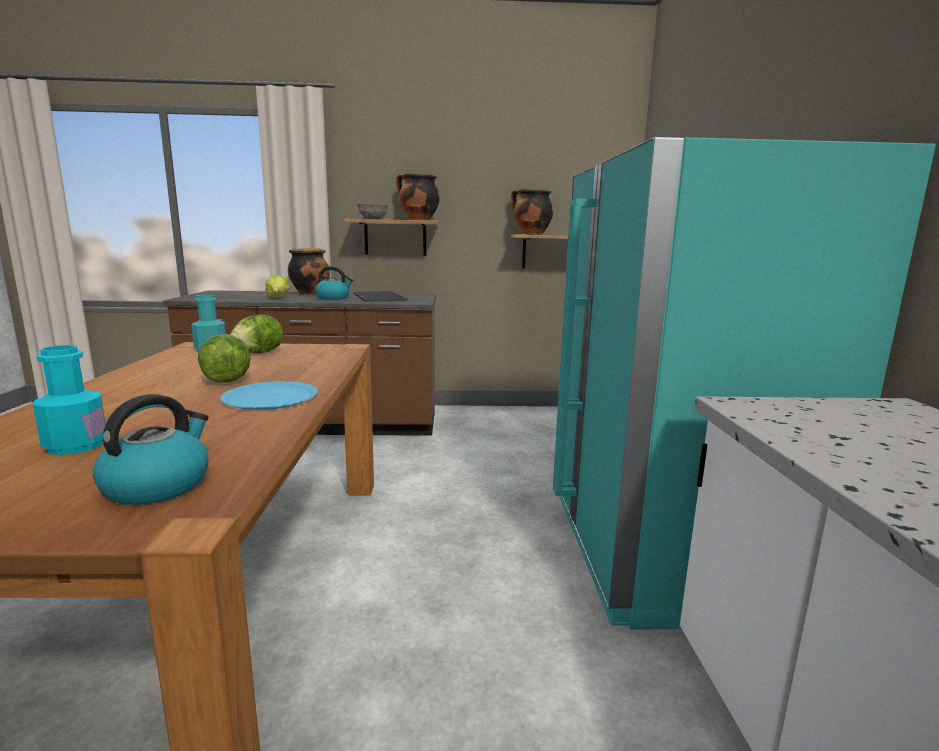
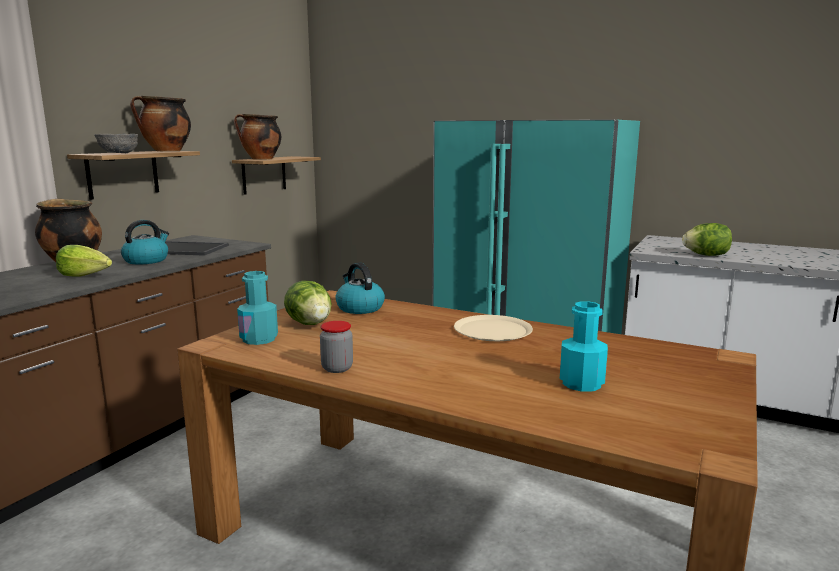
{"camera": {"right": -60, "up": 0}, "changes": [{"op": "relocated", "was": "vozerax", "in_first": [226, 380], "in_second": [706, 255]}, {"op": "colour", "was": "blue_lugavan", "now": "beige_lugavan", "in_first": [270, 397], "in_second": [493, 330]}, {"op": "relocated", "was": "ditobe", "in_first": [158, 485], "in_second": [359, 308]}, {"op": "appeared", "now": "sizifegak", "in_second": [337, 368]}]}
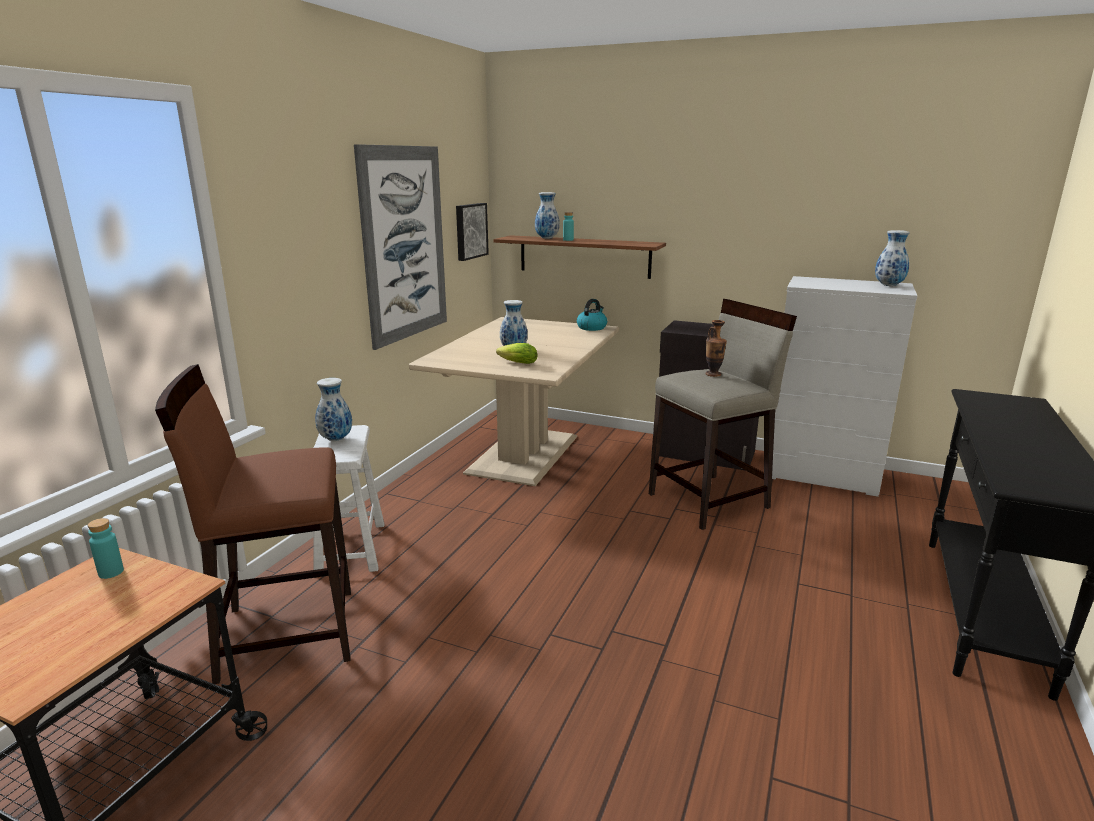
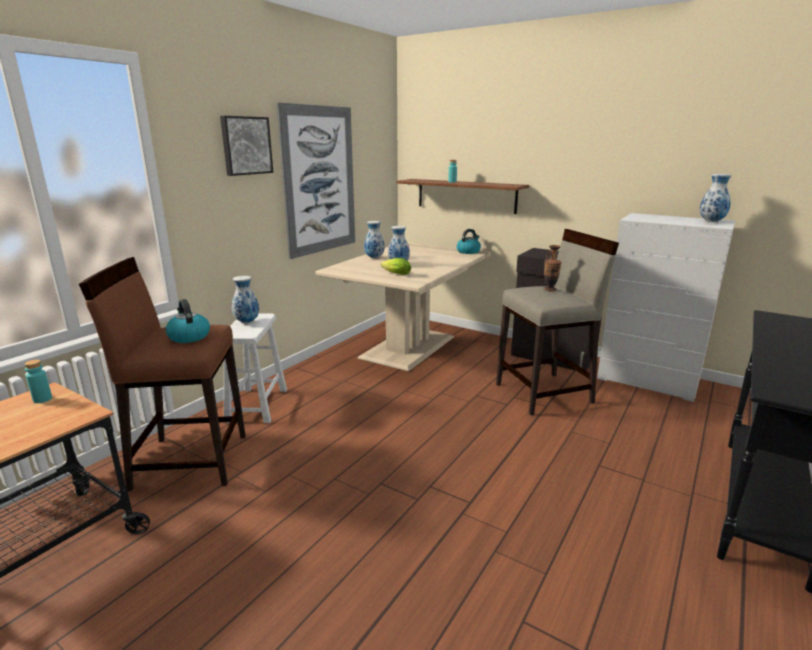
{"camera": {"right": 10, "up": 0}, "changes": [{"op": "relocated", "was": "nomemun", "in_first": [547, 238], "in_second": [375, 257]}, {"op": "relocated", "was": "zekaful", "in_first": [470, 231], "in_second": [246, 145]}, {"op": "appeared", "now": "ditobe", "in_second": [189, 336]}]}
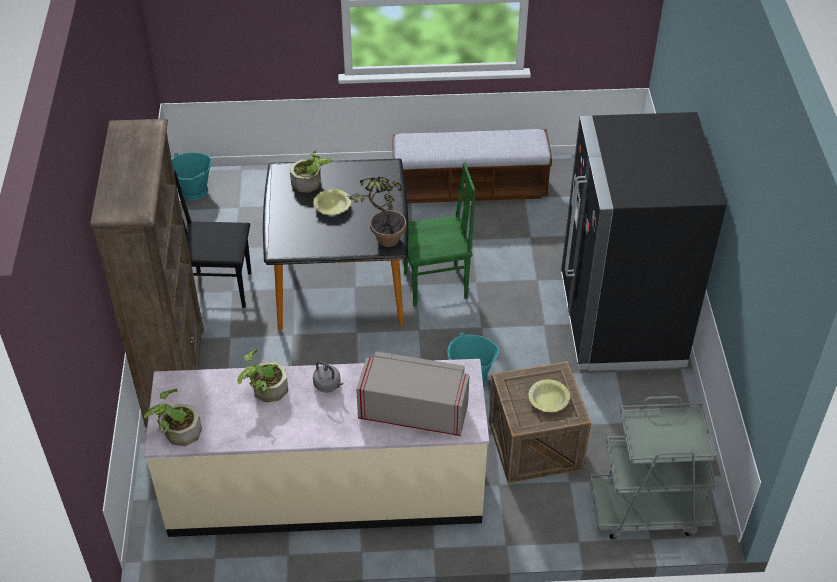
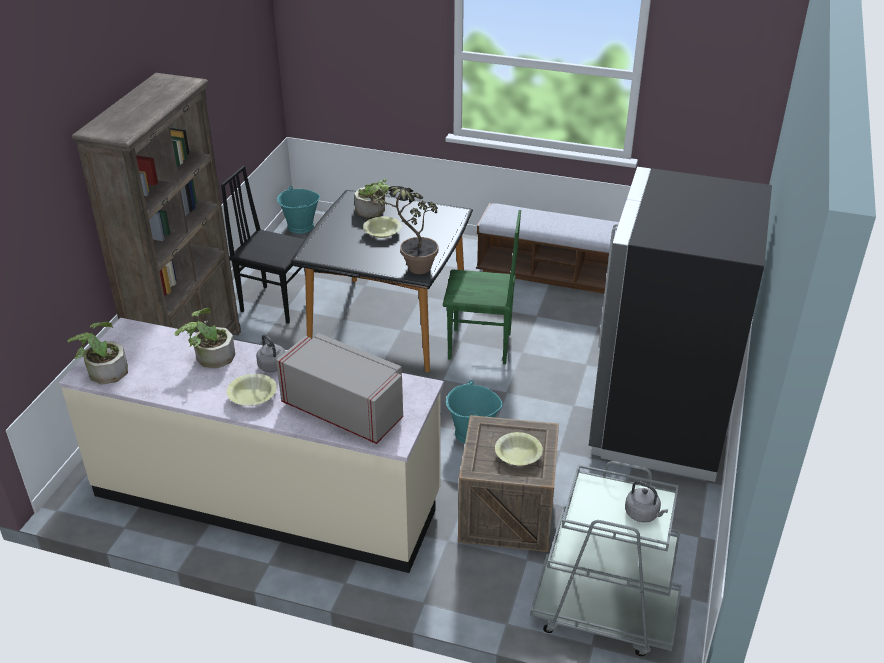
{"camera": {"right": 20, "up": -10}, "changes": [{"op": "appeared", "now": "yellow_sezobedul", "in_second": [253, 396]}, {"op": "appeared", "now": "grey_ditobe", "in_second": [643, 514]}]}
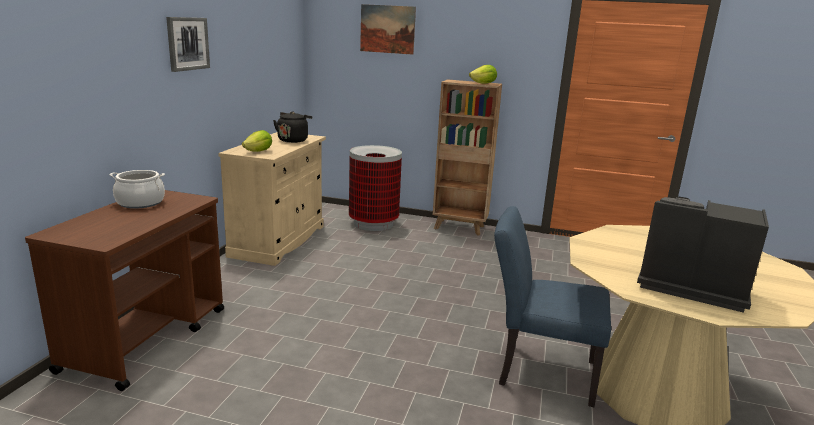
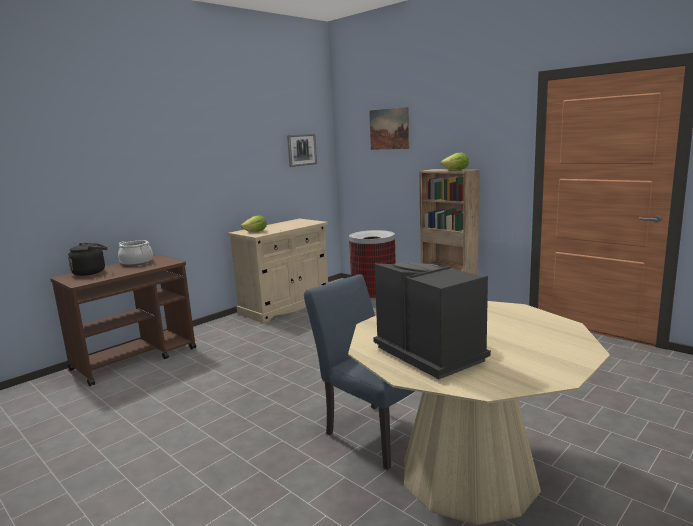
{"camera": {"right": 30, "up": -5}, "changes": [{"op": "relocated", "was": "zekaful", "in_first": [187, 43], "in_second": [301, 150]}, {"op": "relocated", "was": "black_ditobe", "in_first": [293, 140], "in_second": [91, 272]}]}
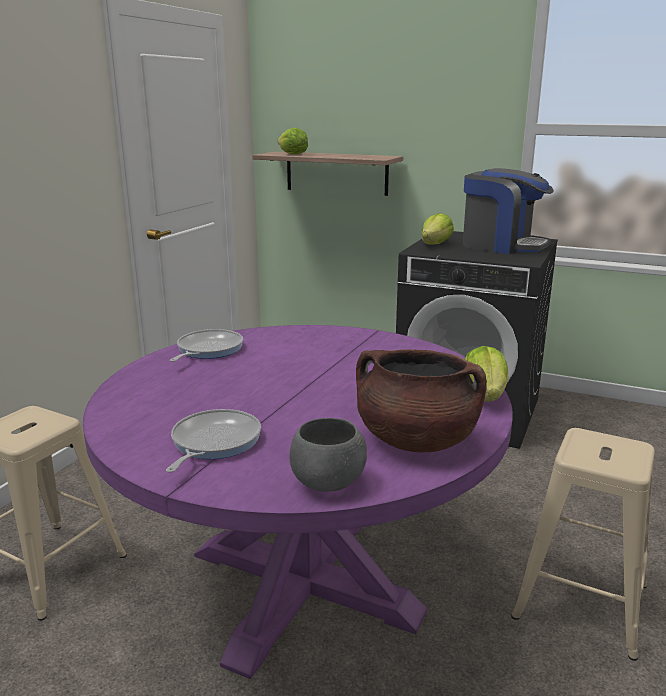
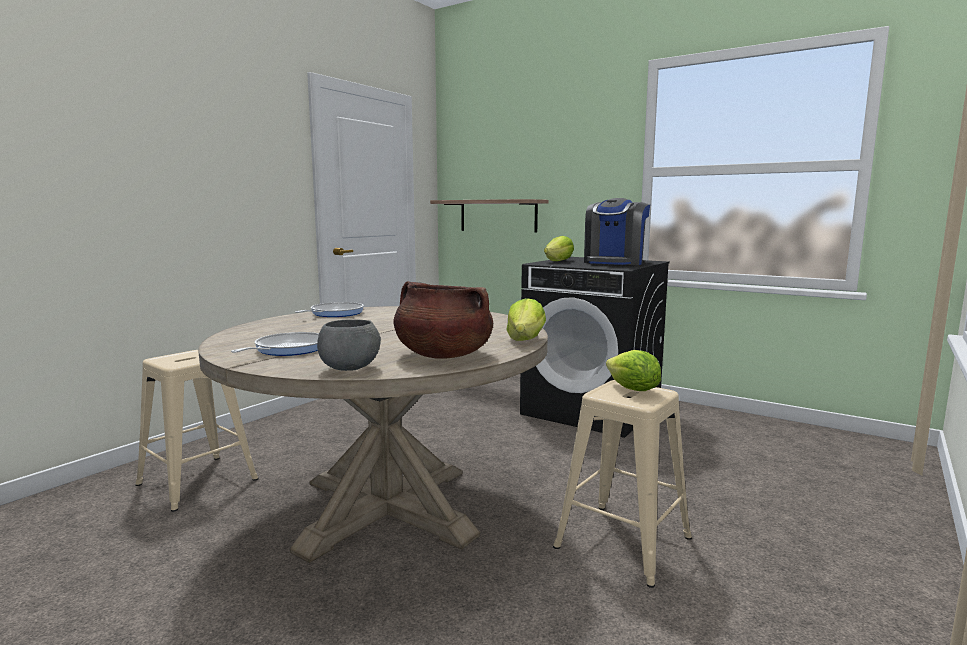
{"camera": {"right": 10, "up": -10}, "changes": [{"op": "relocated", "was": "vozerax", "in_first": [292, 154], "in_second": [632, 390]}, {"op": "spun", "was": "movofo", "in_first": [502, 246], "in_second": [614, 262], "clockwise": 75}, {"op": "colour", "was": "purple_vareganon", "now": "beige_vareganon", "in_first": [304, 582], "in_second": [387, 508]}]}
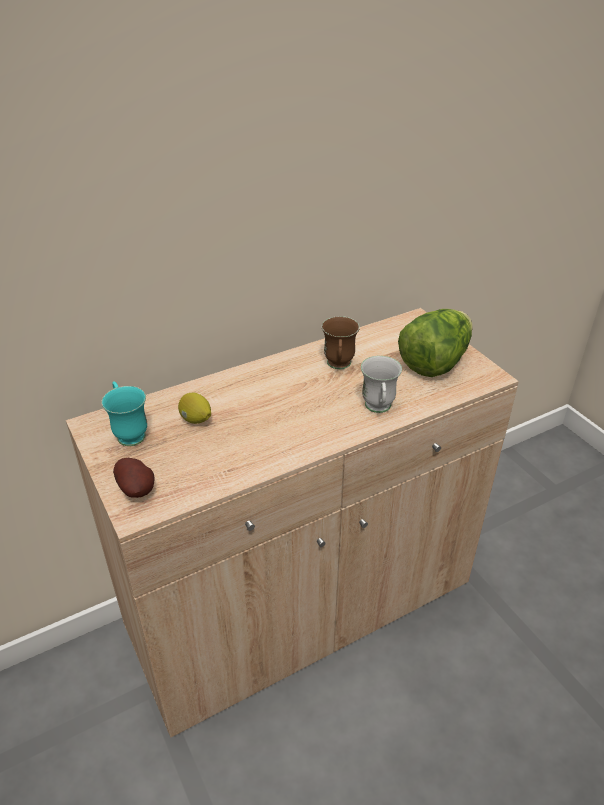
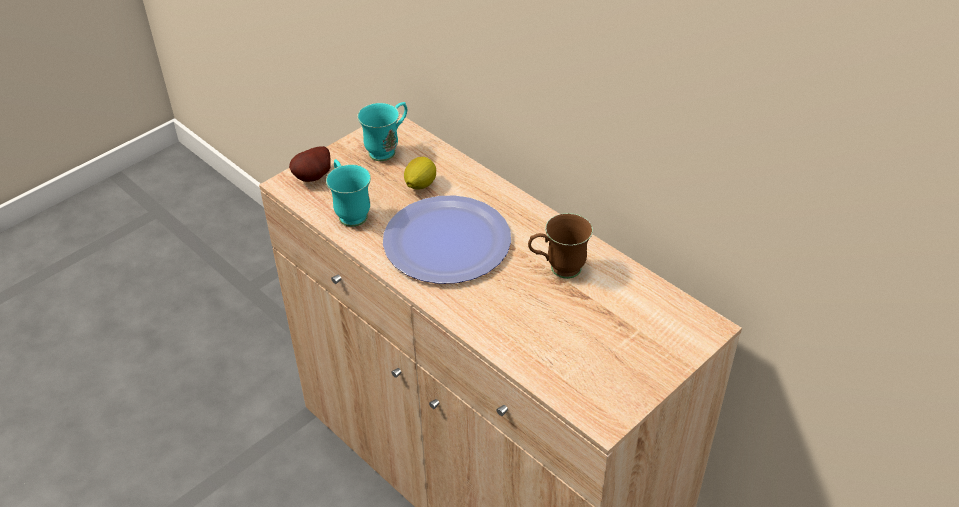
{"camera": {"right": 75, "up": 5}, "changes": [{"op": "missing", "was": "vozerax", "in_first": [435, 362]}, {"op": "missing", "was": "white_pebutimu", "in_first": [378, 409]}, {"op": "appeared", "now": "turquoise_pebutimu", "in_second": [350, 212]}, {"op": "appeared", "now": "lugavan", "in_second": [447, 241]}]}
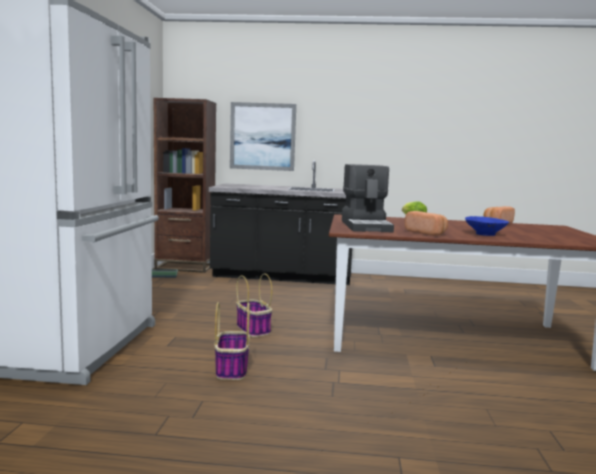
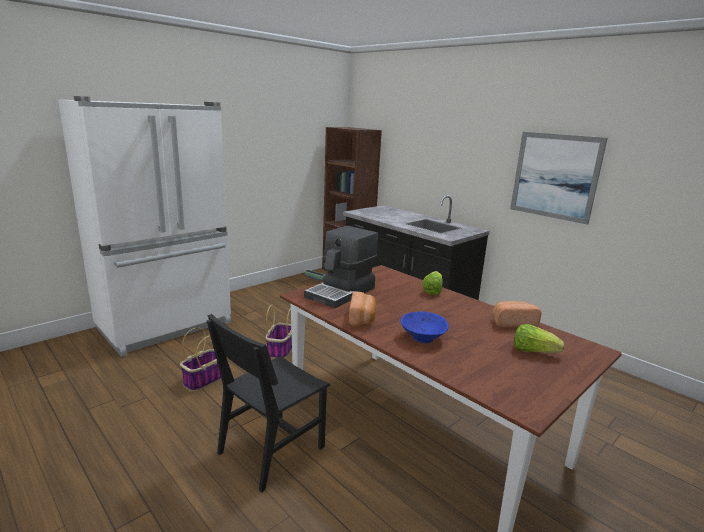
{"camera": {"right": 40, "up": 10}, "changes": [{"op": "relocated", "was": "zekaful", "in_first": [262, 136], "in_second": [555, 176]}, {"op": "appeared", "now": "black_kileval", "in_second": [271, 450]}, {"op": "appeared", "now": "vozerax", "in_second": [533, 351]}]}
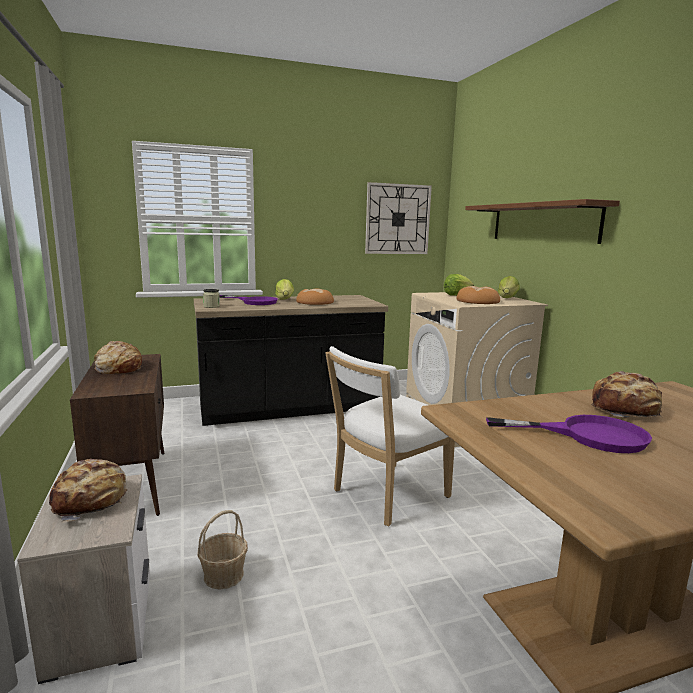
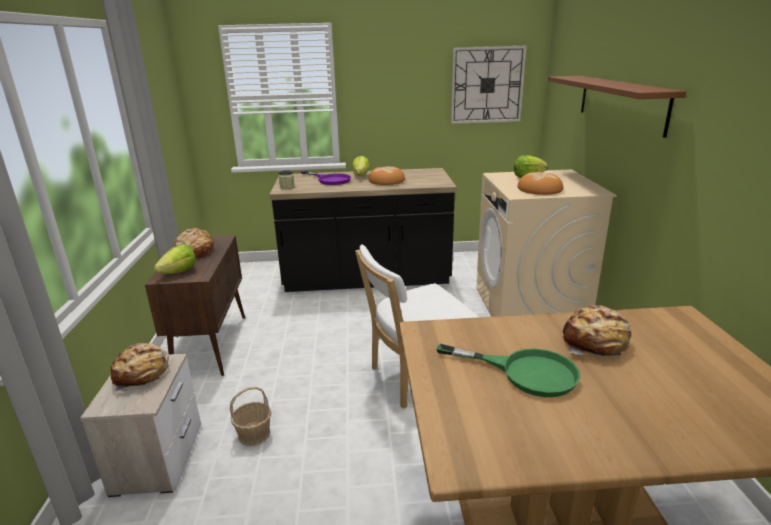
{"camera": {"right": 15, "up": 10}, "changes": [{"op": "relocated", "was": "vozerax", "in_first": [507, 298], "in_second": [179, 272]}, {"op": "colour", "was": "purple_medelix", "now": "green_medelix", "in_first": [587, 435], "in_second": [525, 372]}]}
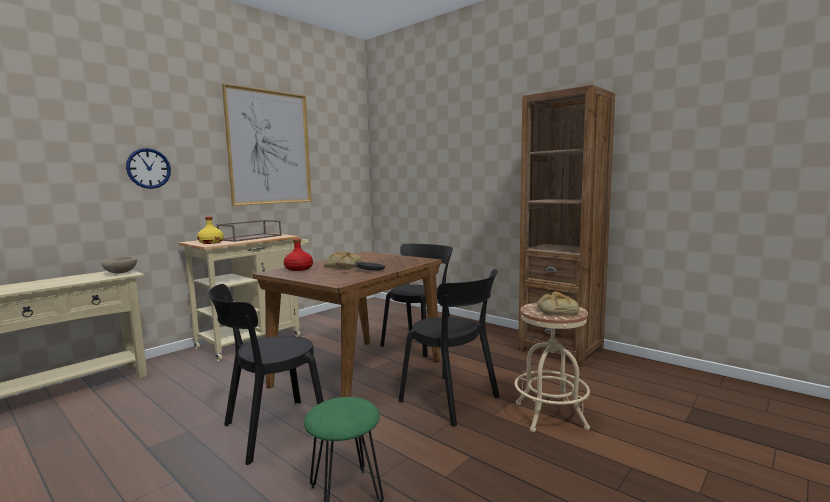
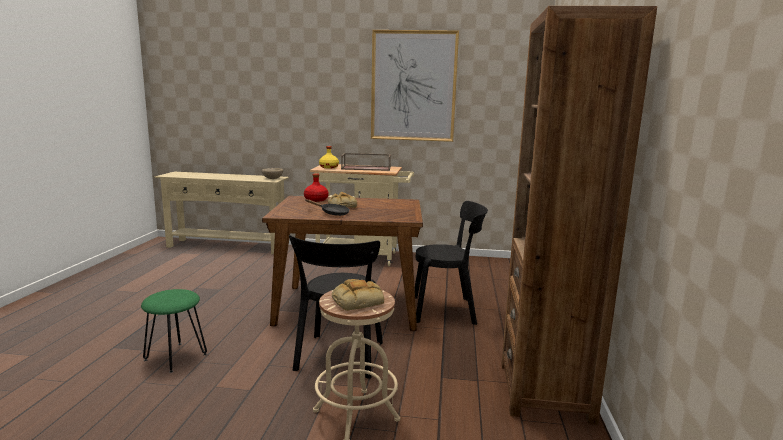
{"camera": {"right": 55, "up": 5}, "changes": [{"op": "missing", "was": "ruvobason", "in_first": [148, 168]}, {"op": "missing", "was": "black_kileval", "in_first": [270, 431]}]}
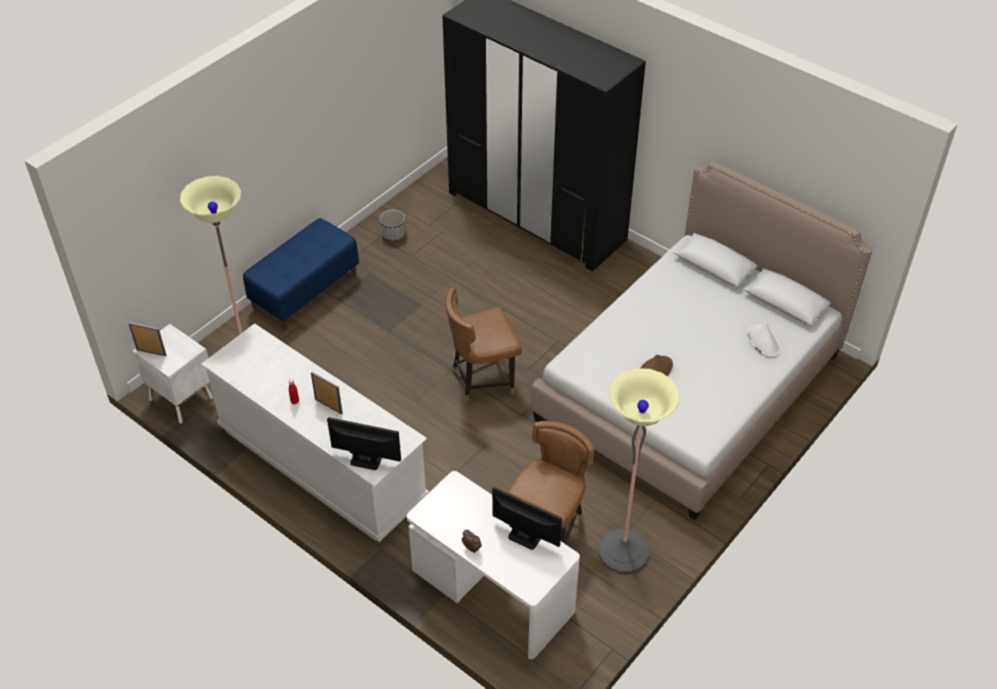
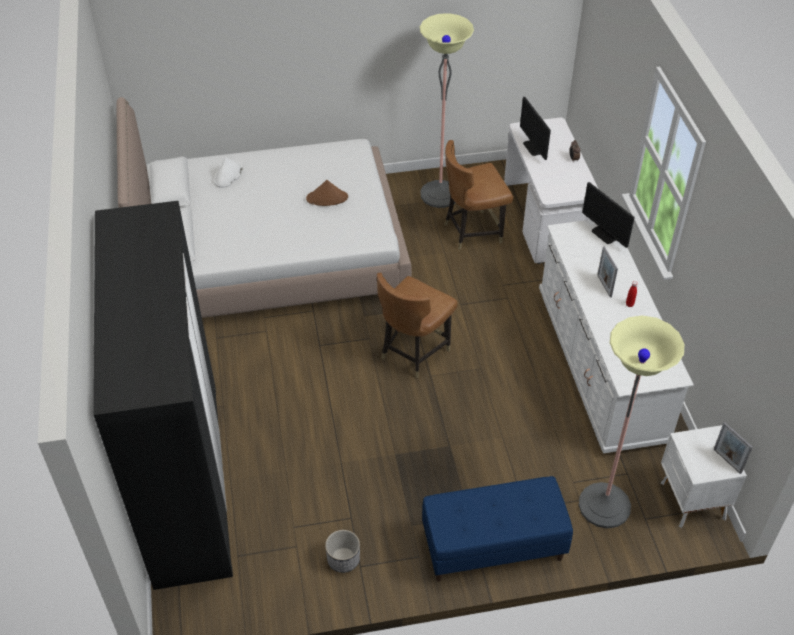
{"camera": {"right": -140, "up": 0}, "changes": [{"op": "spun", "was": "brown_kileval", "in_first": [482, 379], "in_second": [413, 352], "clockwise": 105}]}
